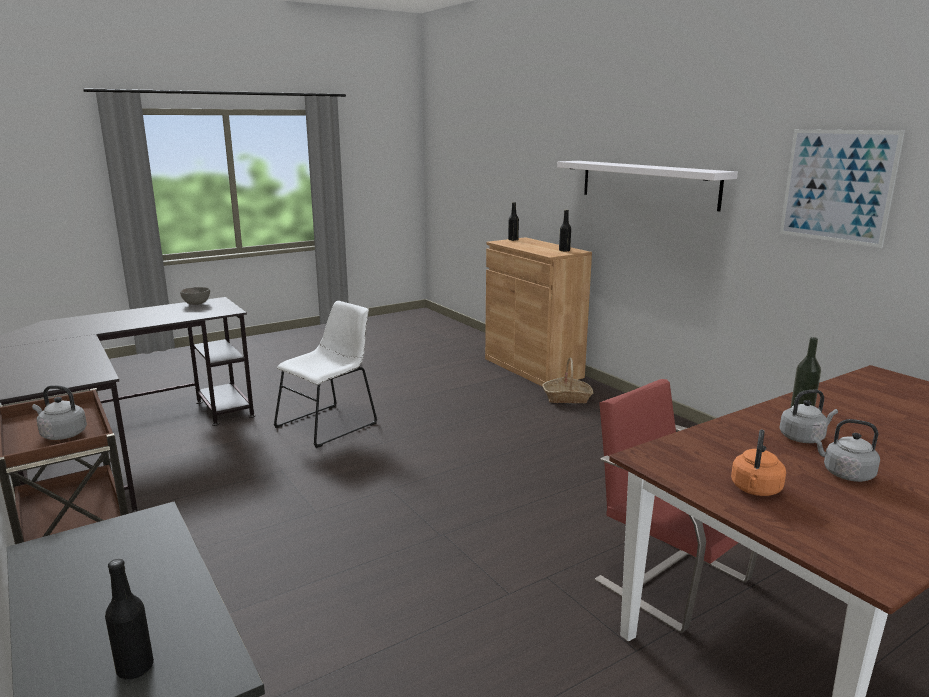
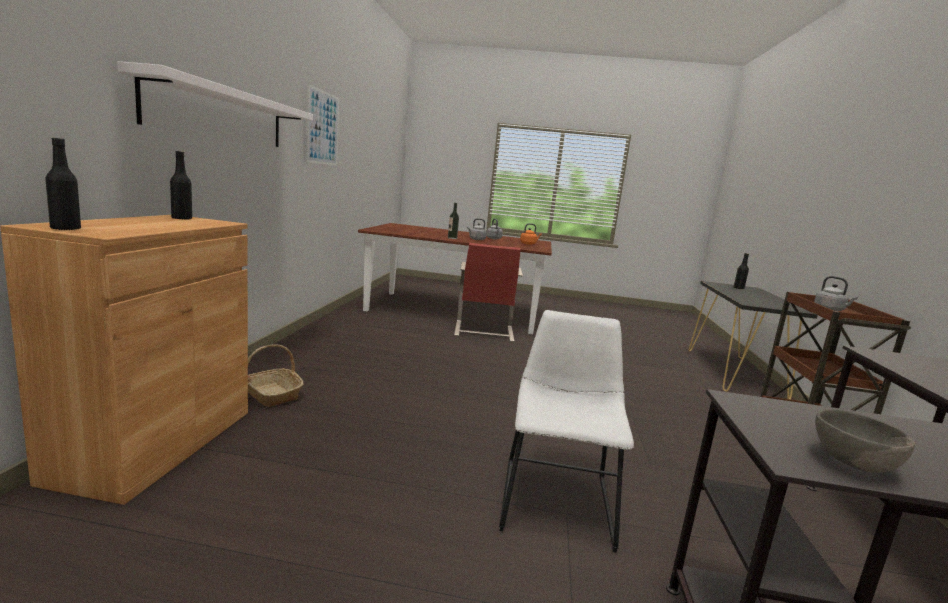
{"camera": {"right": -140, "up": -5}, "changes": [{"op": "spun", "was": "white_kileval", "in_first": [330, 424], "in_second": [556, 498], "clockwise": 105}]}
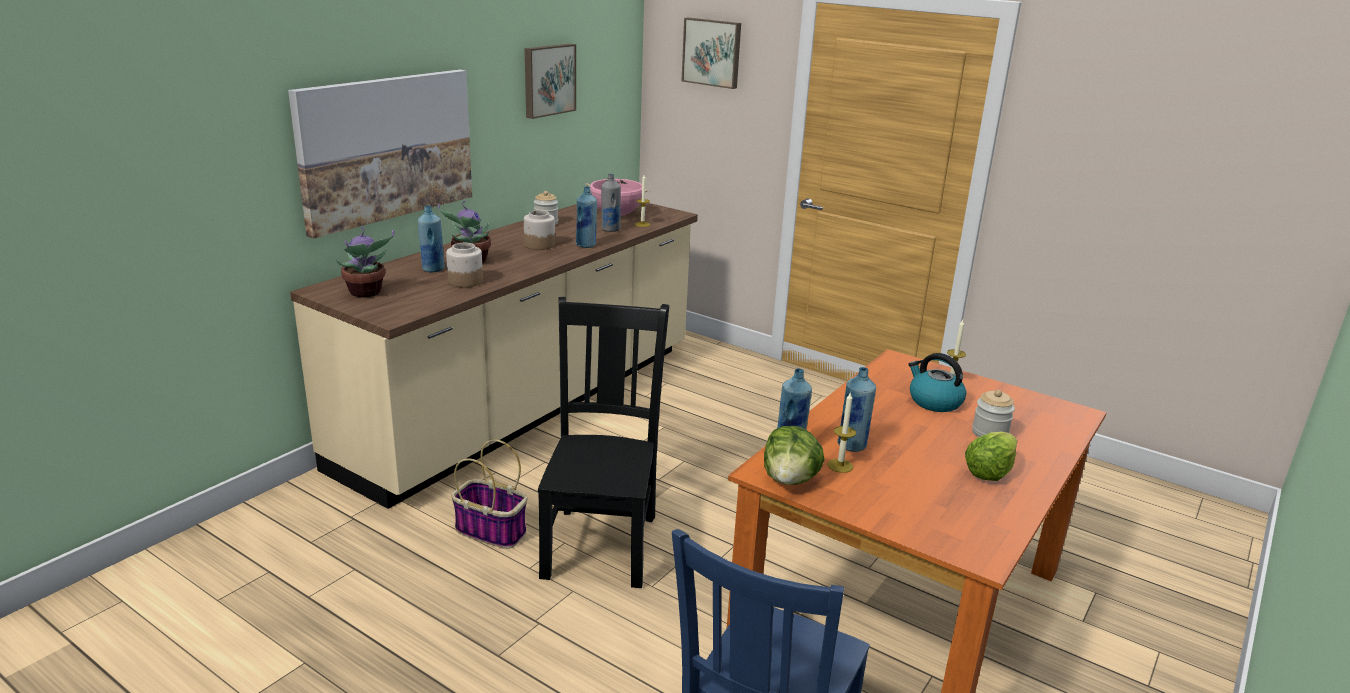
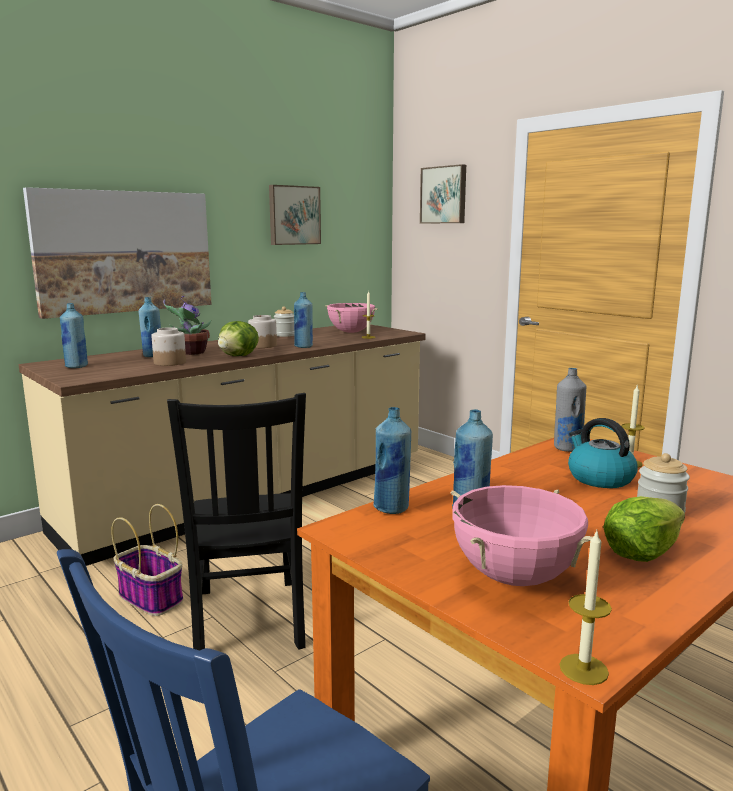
{"camera": {"right": 15, "up": -10}, "changes": [{"op": "relocated", "was": "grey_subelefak", "in_first": [610, 229], "in_second": [567, 448]}, {"op": "exchanged", "was": "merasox", "now": "blue_subelefak", "in_first": [366, 293], "in_second": [76, 366]}, {"op": "spun", "was": "black_kileval", "in_first": [601, 543], "in_second": [248, 621], "clockwise": 150}, {"op": "relocated", "was": "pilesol", "in_first": [840, 465], "in_second": [583, 669]}, {"op": "relocated", "was": "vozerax", "in_first": [790, 480], "in_second": [239, 356]}, {"op": "appeared", "now": "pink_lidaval", "in_second": [514, 577]}]}
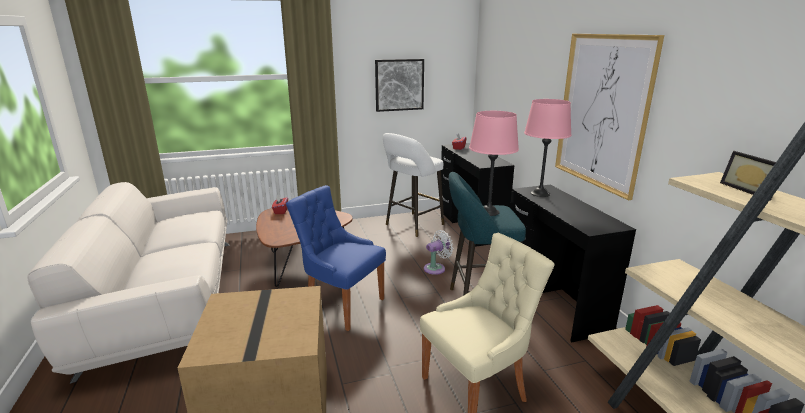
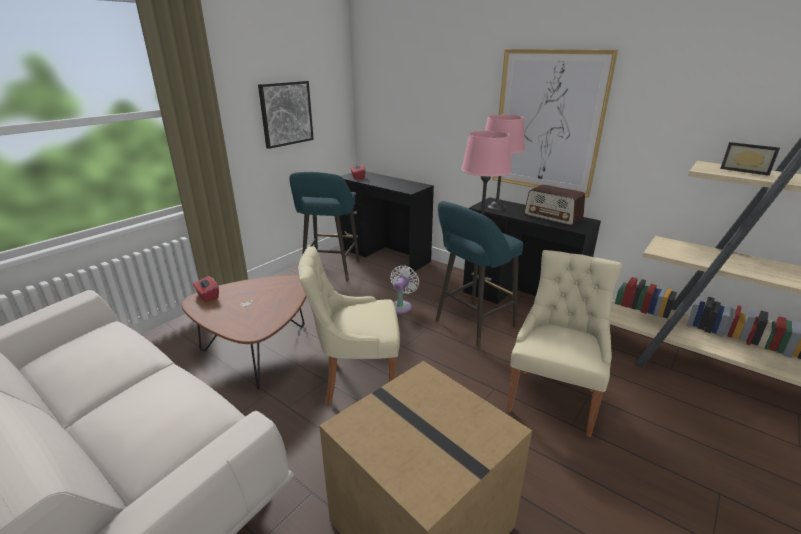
{"camera": {"right": -35, "up": 5}, "changes": [{"op": "colour", "was": "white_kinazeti", "now": "turquoise_kinazeti", "in_first": [412, 225], "in_second": [330, 270]}, {"op": "colour", "was": "blue_kileval", "now": "beige_kileval", "in_first": [341, 305], "in_second": [356, 377]}, {"op": "appeared", "now": "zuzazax", "in_second": [553, 216]}]}
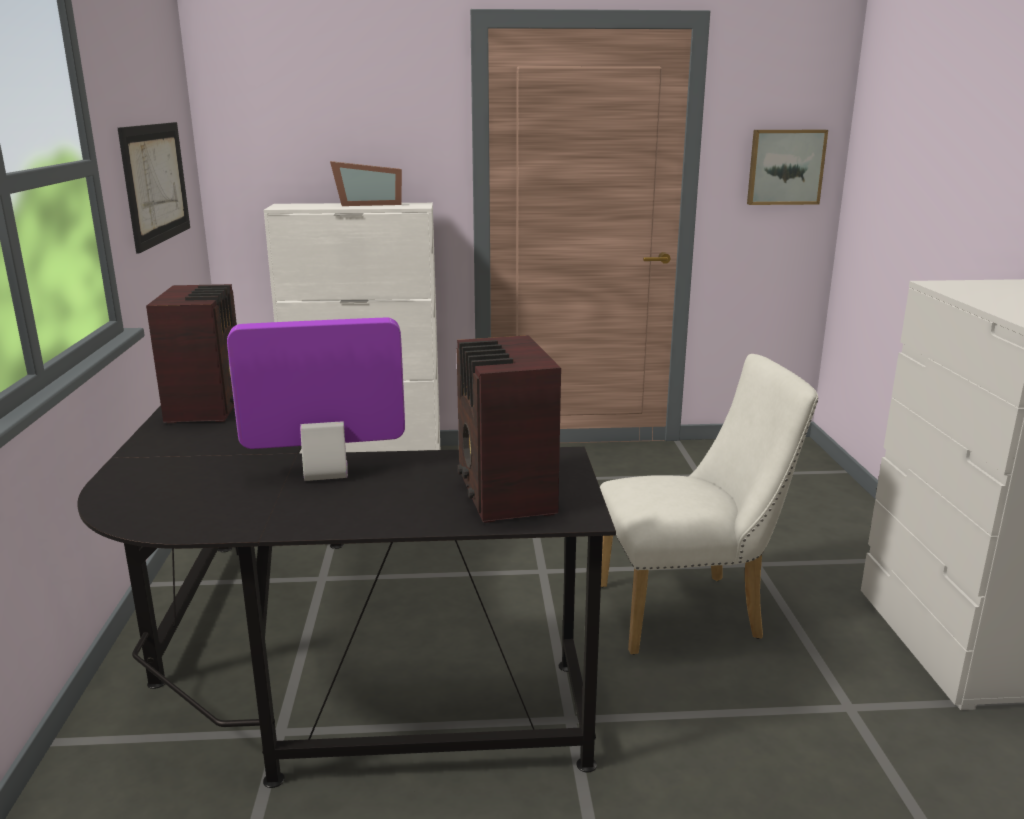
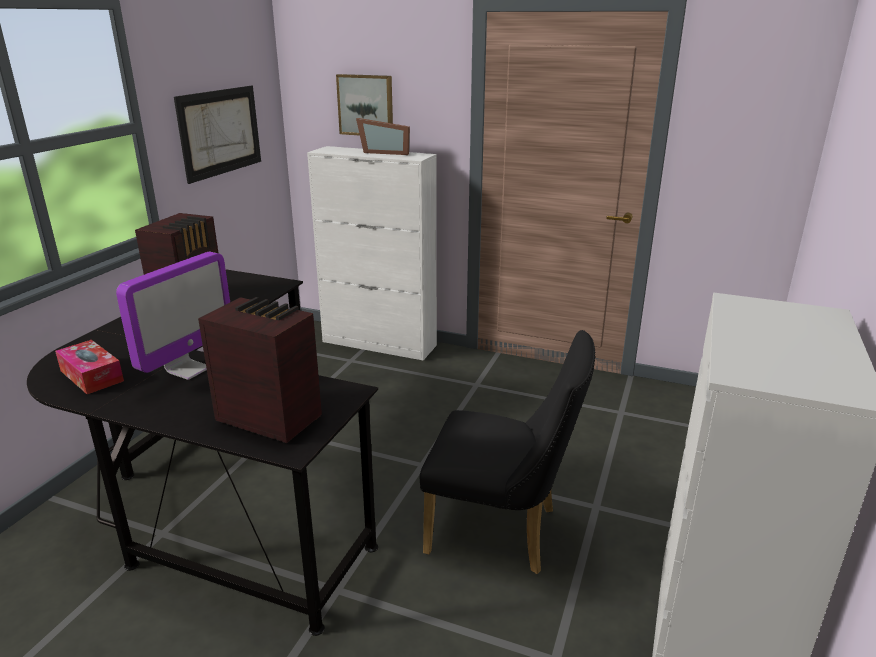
{"camera": {"right": 25, "up": 5}, "changes": [{"op": "relocated", "was": "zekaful", "in_first": [785, 167], "in_second": [366, 105]}, {"op": "spun", "was": "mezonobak", "in_first": [326, 473], "in_second": [188, 370], "clockwise": 105}, {"op": "spun", "was": "zuzazax", "in_first": [504, 495], "in_second": [268, 417], "clockwise": 105}, {"op": "colour", "was": "white_kileval", "now": "black_kileval", "in_first": [690, 611], "in_second": [502, 532]}, {"op": "appeared", "now": "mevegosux", "in_second": [91, 376]}]}
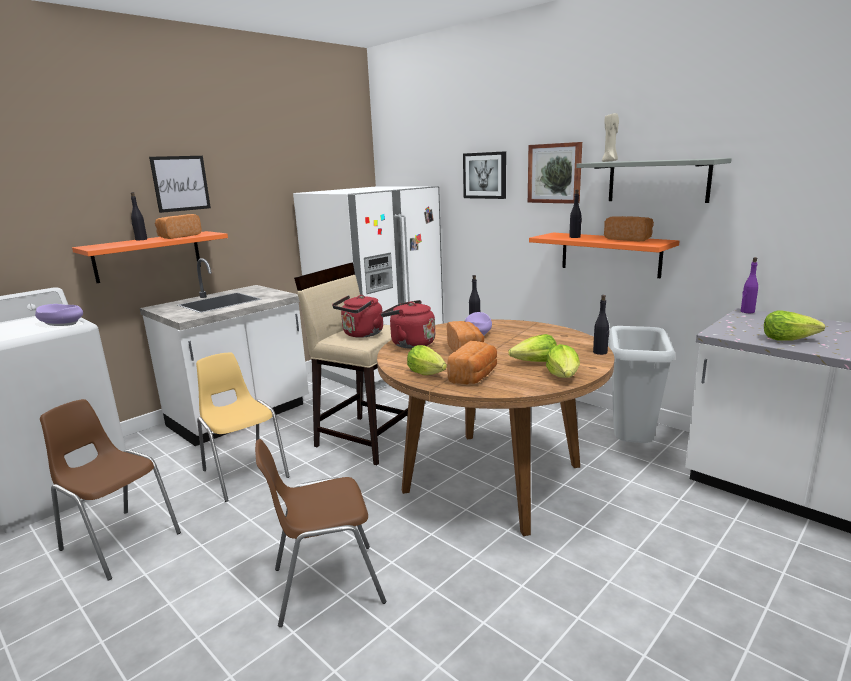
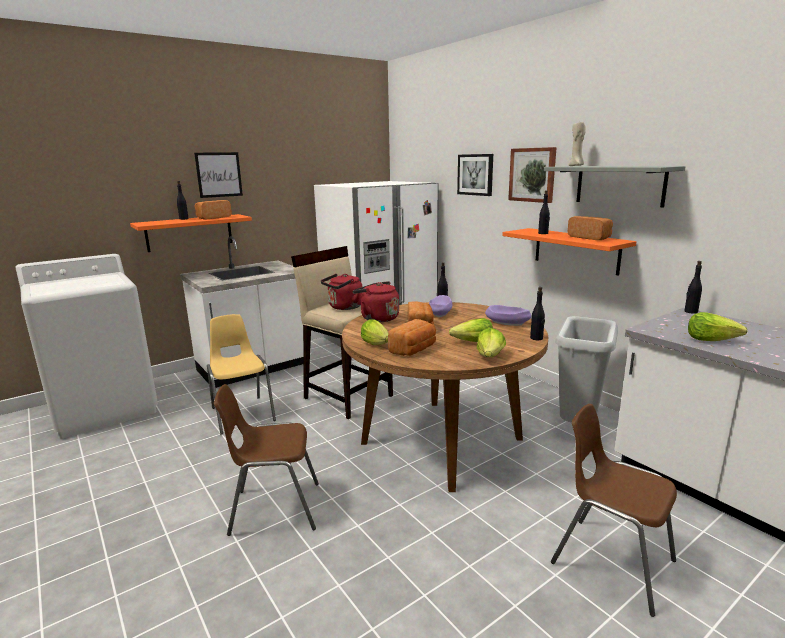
{"camera": {"right": 10, "up": 0}, "changes": [{"op": "colour", "was": "purple_subelefak", "now": "black_subelefak", "in_first": [747, 311], "in_second": [690, 311]}, {"op": "relocated", "was": "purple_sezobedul", "in_first": [62, 323], "in_second": [507, 322]}, {"op": "relocated", "was": "brown_kileval", "in_first": [119, 541], "in_second": [611, 561]}]}
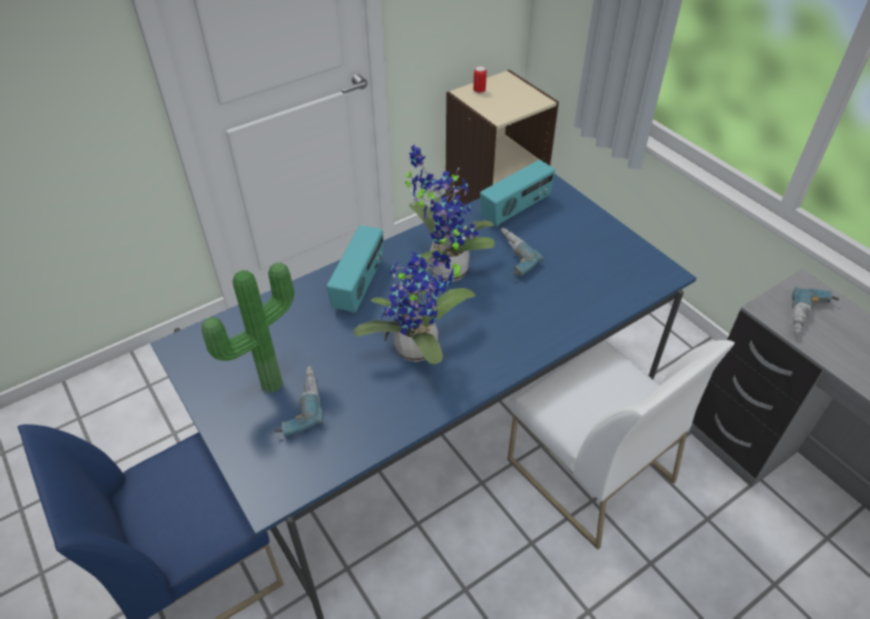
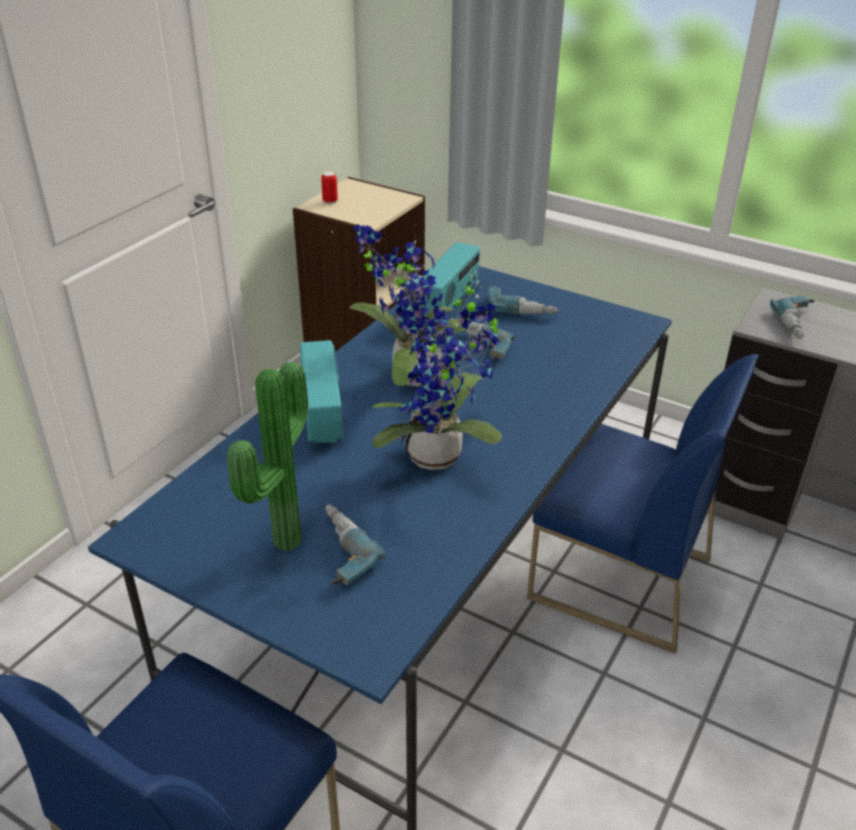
{"camera": {"right": -25, "up": -10}, "changes": [{"op": "colour", "was": "white_kileval", "now": "blue_kileval", "in_first": [588, 470], "in_second": [618, 578]}, {"op": "appeared", "now": "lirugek", "in_second": [522, 307]}]}
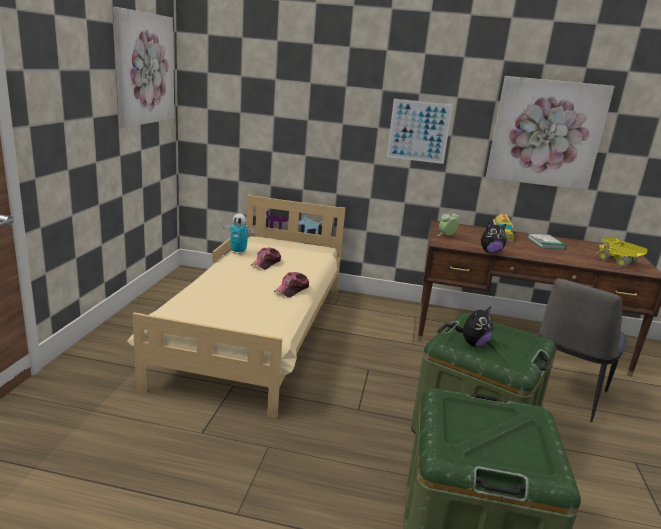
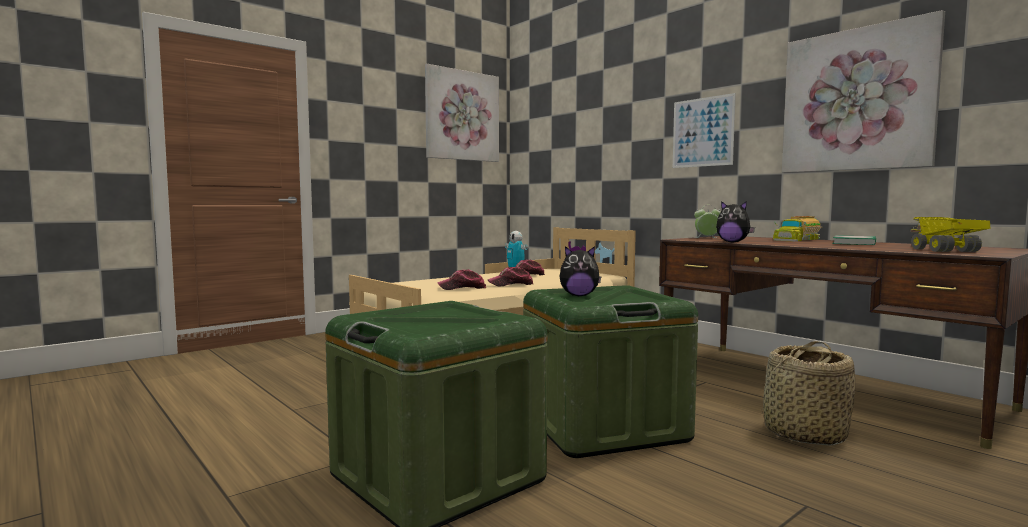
{"camera": {"right": 40, "up": -15}, "changes": [{"op": "exchanged", "was": "kileval", "now": "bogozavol", "in_first": [564, 394], "in_second": [804, 434]}, {"op": "appeared", "now": "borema", "in_second": [462, 288]}]}
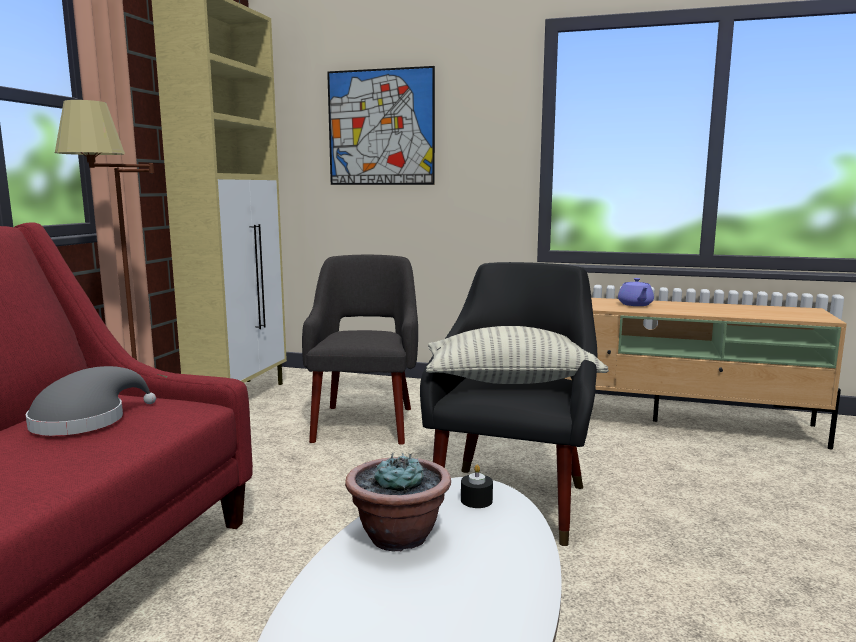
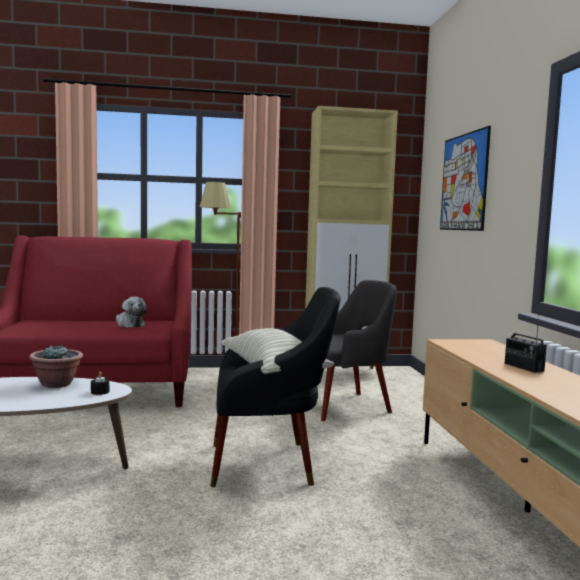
{"camera": {"right": 65, "up": -5}, "changes": [{"op": "exchanged", "was": "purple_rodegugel", "now": "zuzazax", "in_first": [635, 304], "in_second": [523, 367]}, {"op": "exchanged", "was": "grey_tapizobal", "now": "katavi", "in_first": [85, 421], "in_second": [129, 324]}]}
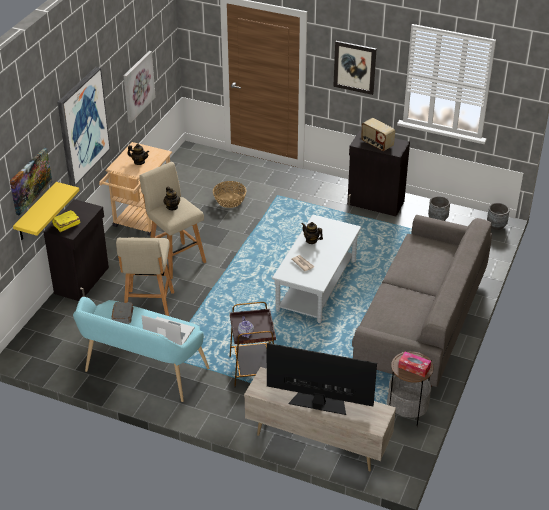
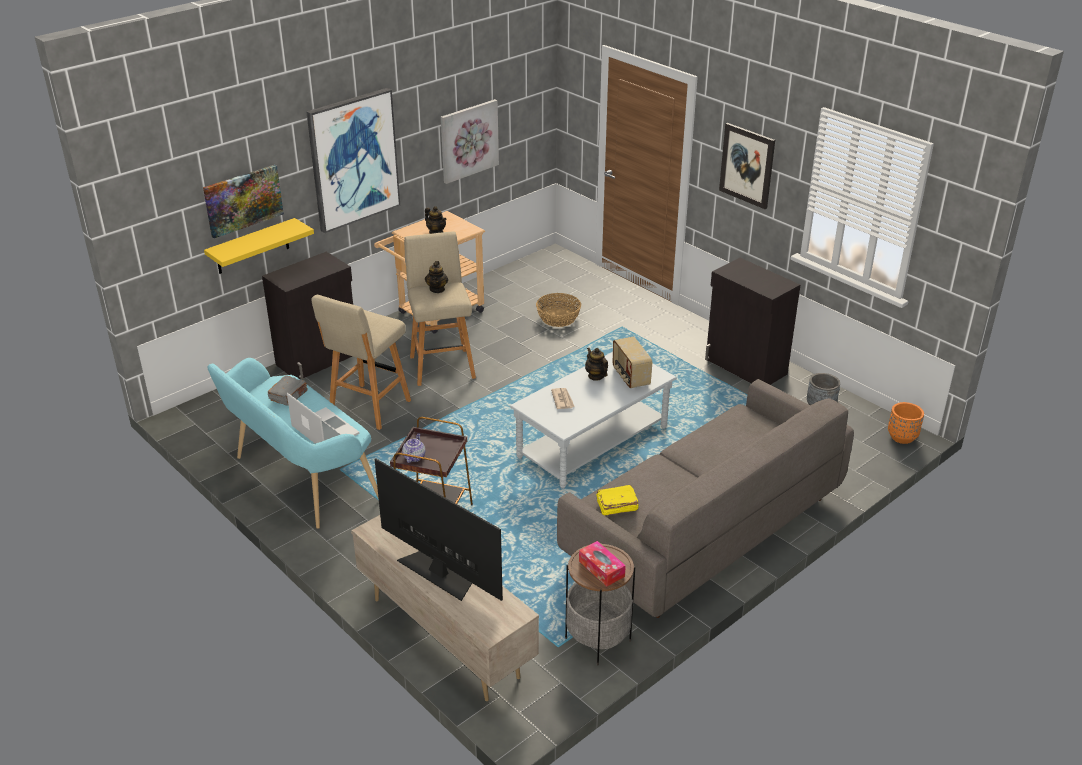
{"camera": {"right": 25, "up": -5}, "changes": [{"op": "relocated", "was": "zuzazax", "in_first": [376, 144], "in_second": [630, 377]}, {"op": "colour", "was": "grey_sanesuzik", "now": "orange_sanesuzik", "in_first": [496, 225], "in_second": [902, 437]}, {"op": "relocated", "was": "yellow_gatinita", "in_first": [66, 225], "in_second": [616, 506]}]}
